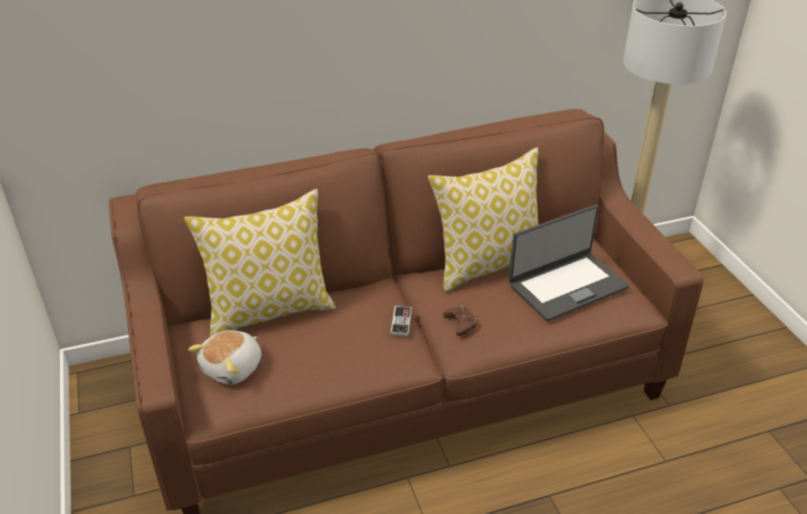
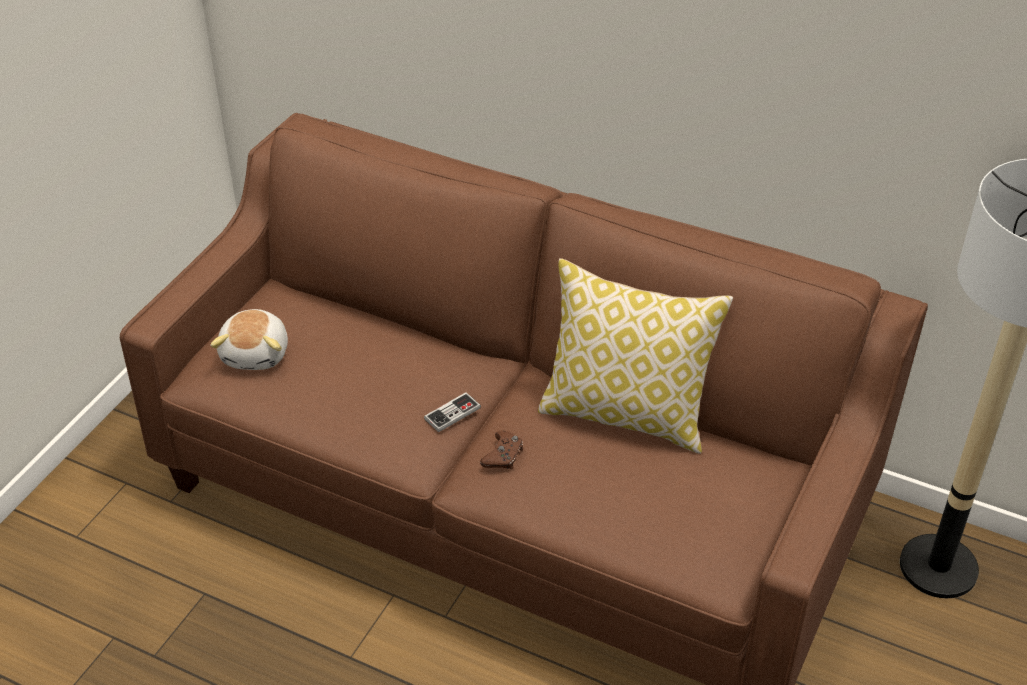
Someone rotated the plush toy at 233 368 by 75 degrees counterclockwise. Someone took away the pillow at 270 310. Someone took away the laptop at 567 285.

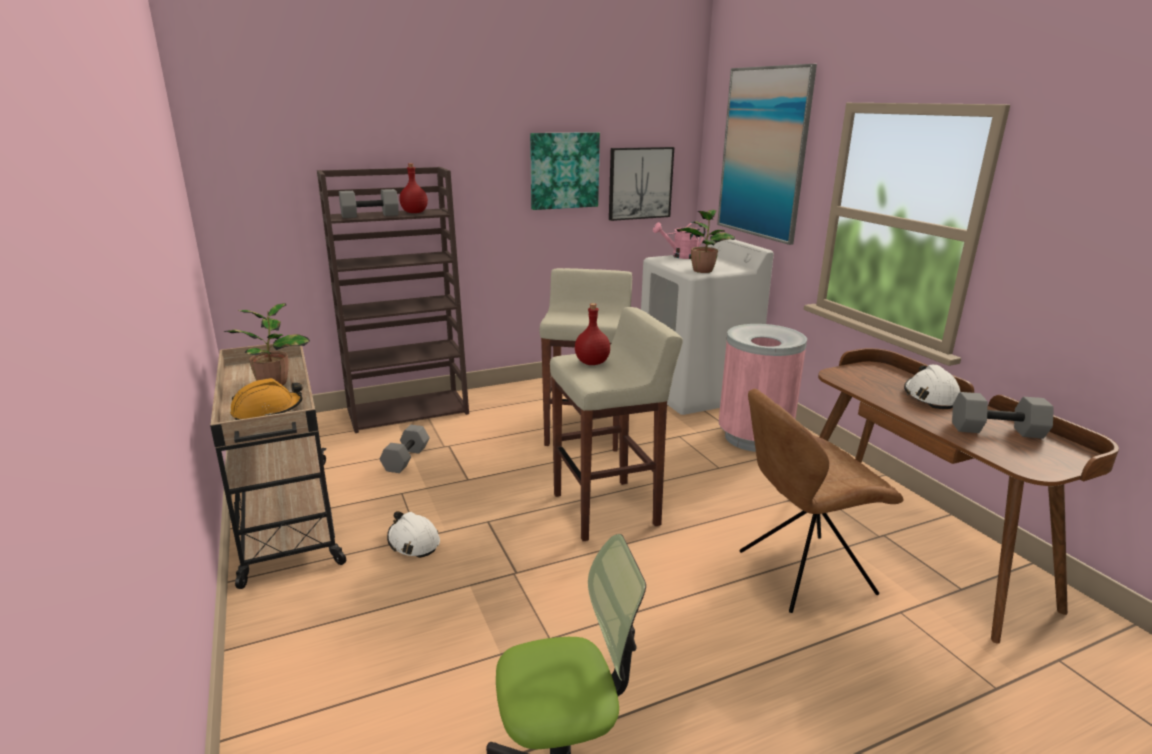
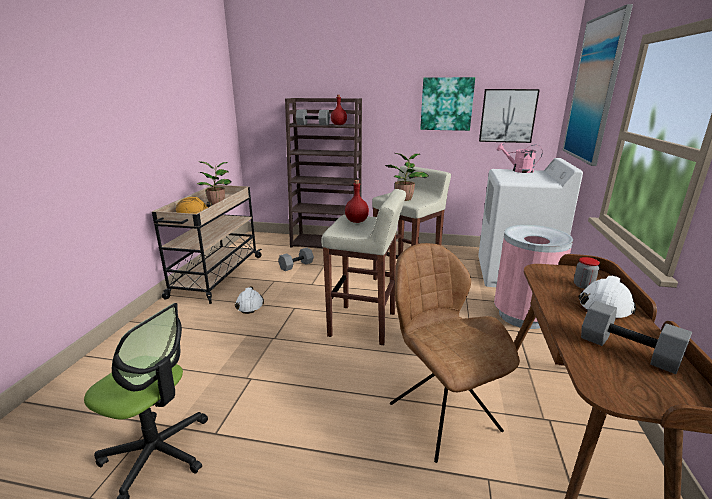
Someone carried the potted plant from 703 270 to 404 199. Someone rotated the chair (brown) at 801 573 by 45 degrees clockwise. Someone put down the jar at 583 285.

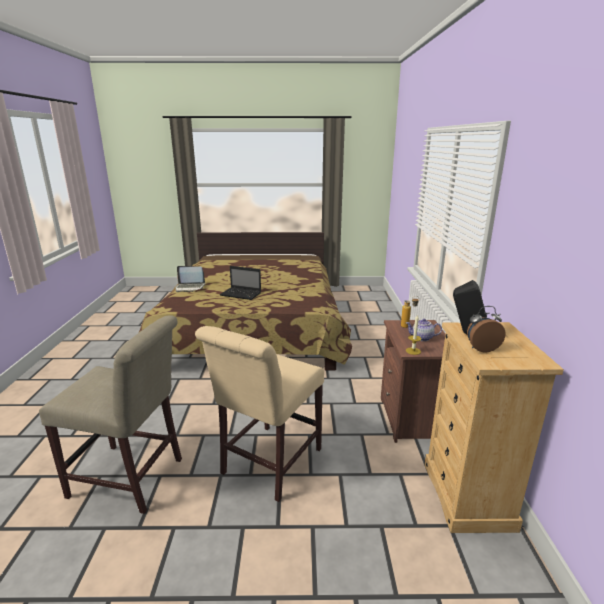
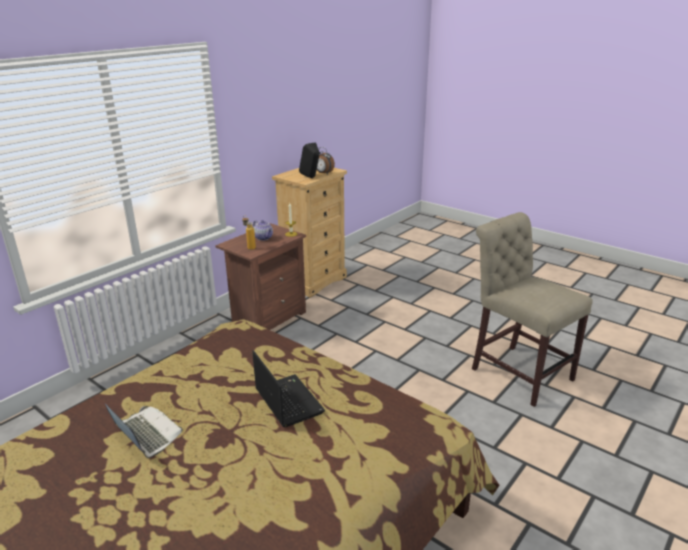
Someone carried the laptop from 190 287 to 146 434. Someone took away the chair (beige) at 268 464.

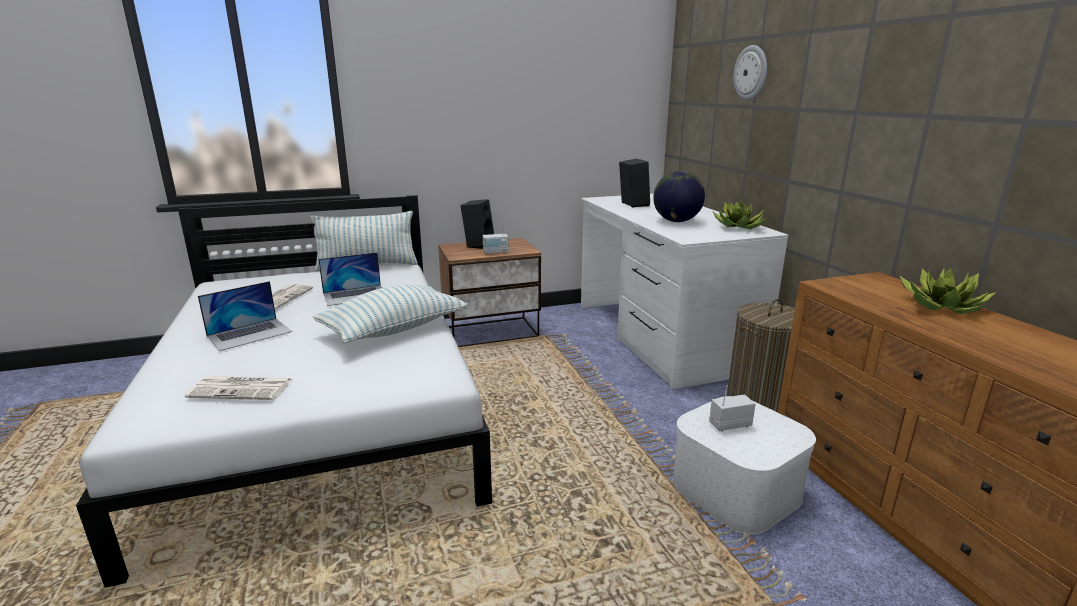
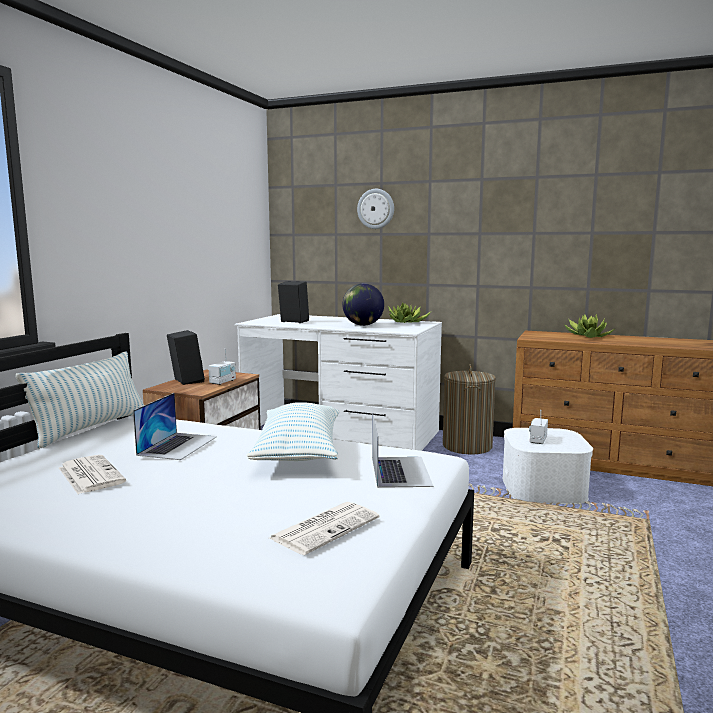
Someone carried the laptop from 250 334 to 400 471.

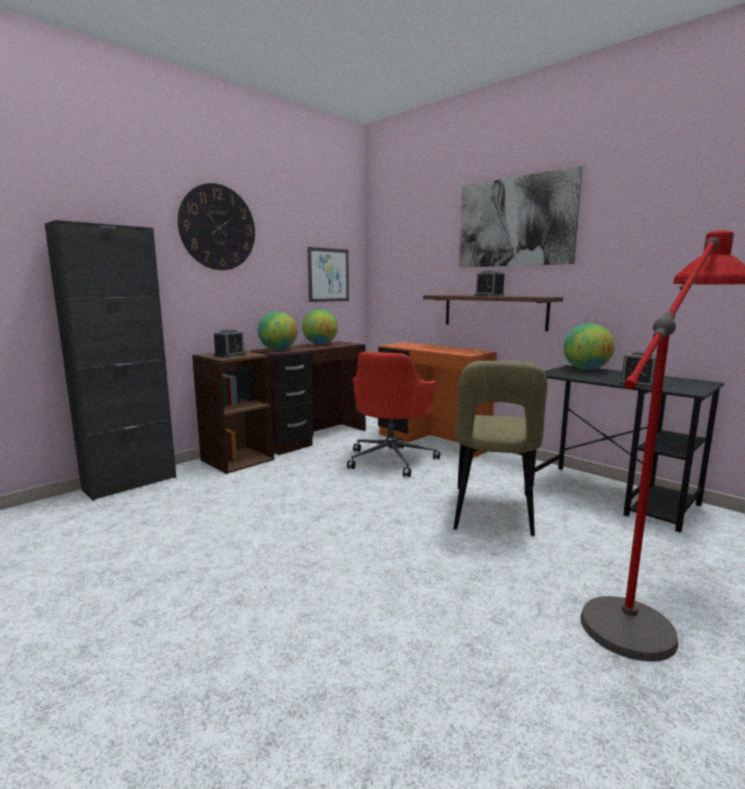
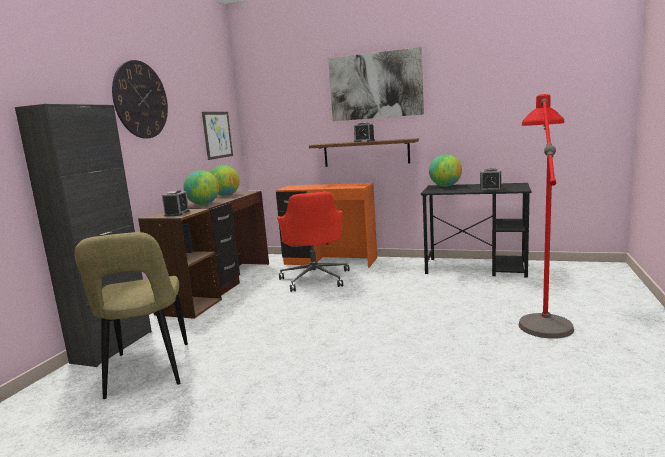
Someone carried the chair (beige) from 492 514 to 147 372.

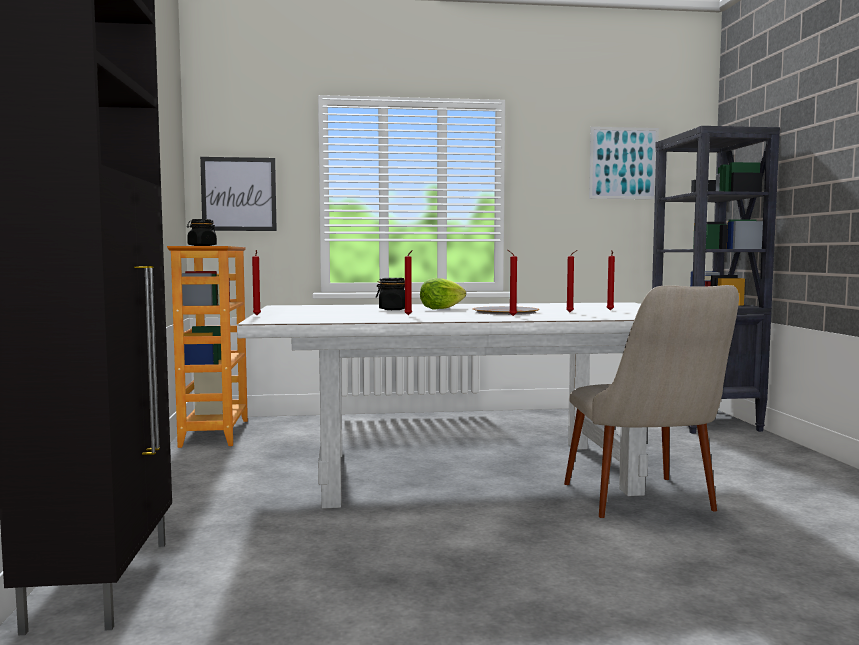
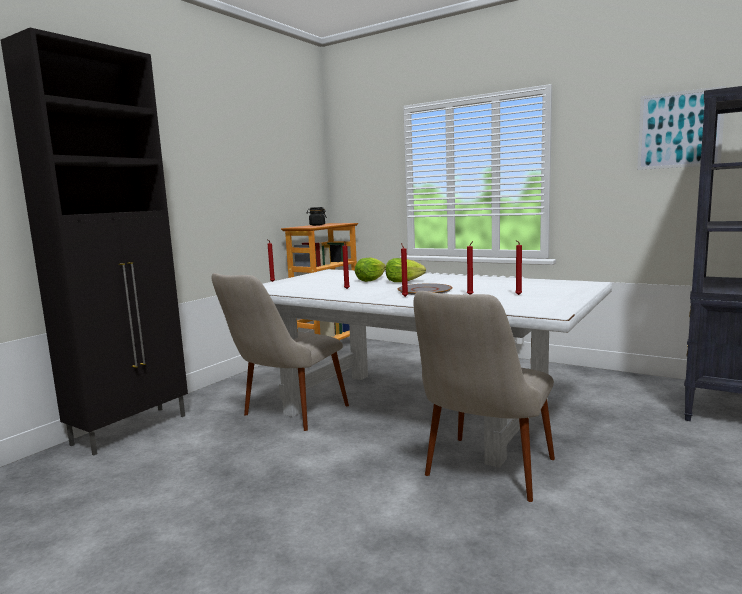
Someone put down the chair (beige) at 285 416. Someone swapped the jar (black) at 393 309 for the lettuce at 370 280. Someone took away the picture at 239 194.

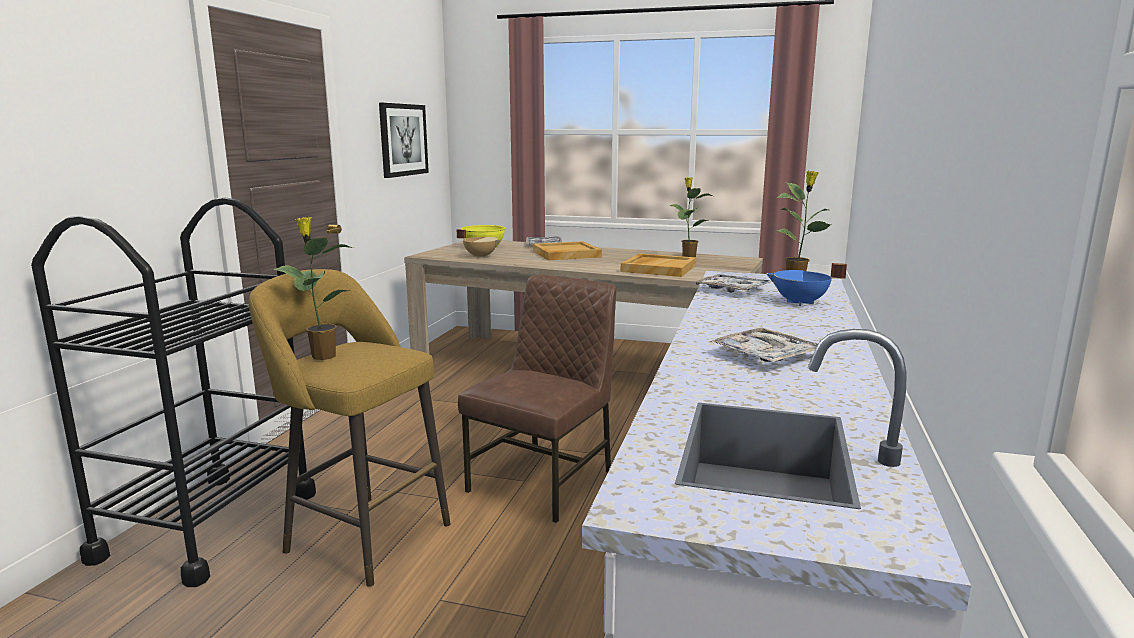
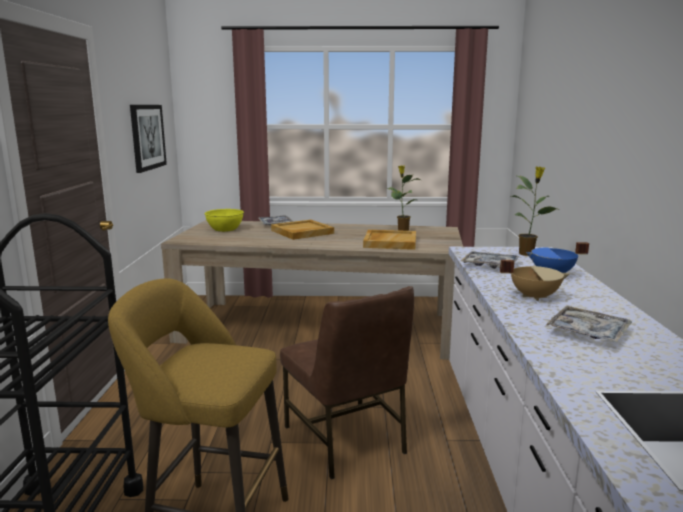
Someone rotated the chair (brown) at 544 480 by 135 degrees clockwise. Someone carried the cooking pot (beige) from 480 256 to 534 296. Someone took away the potted plant at 322 356.

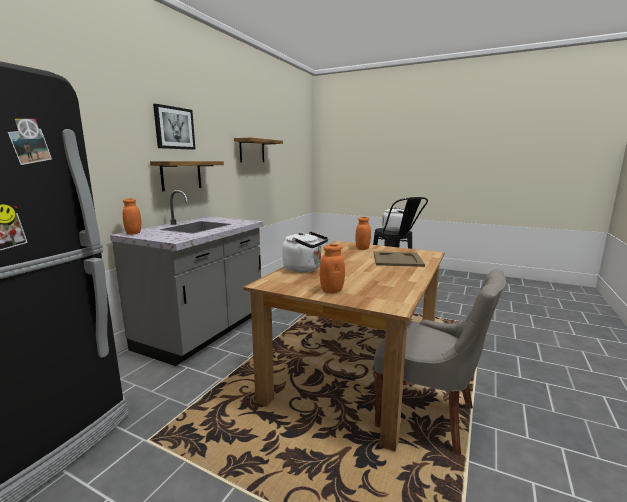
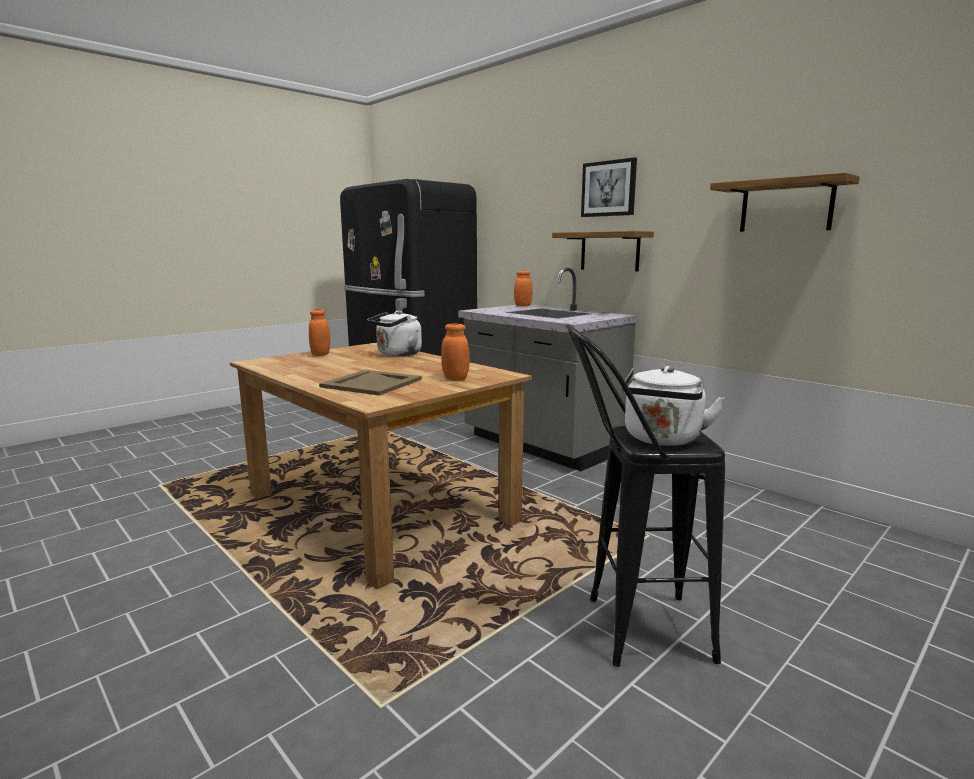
Someone took away the chair (grey) at 428 416.

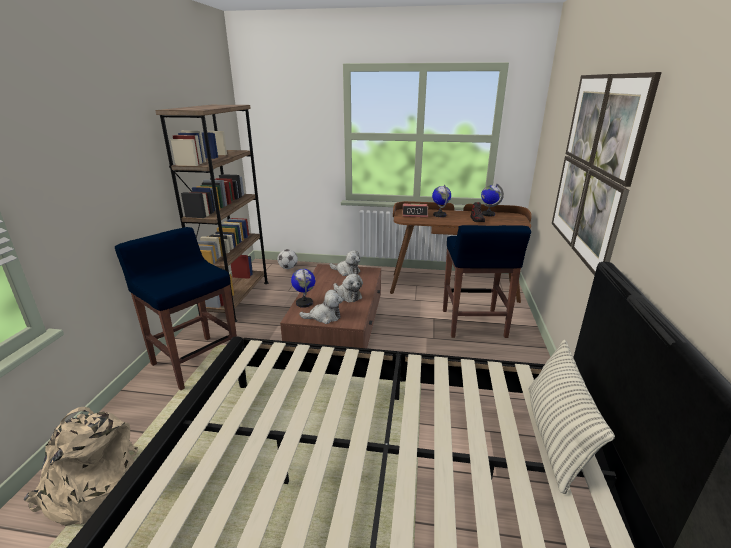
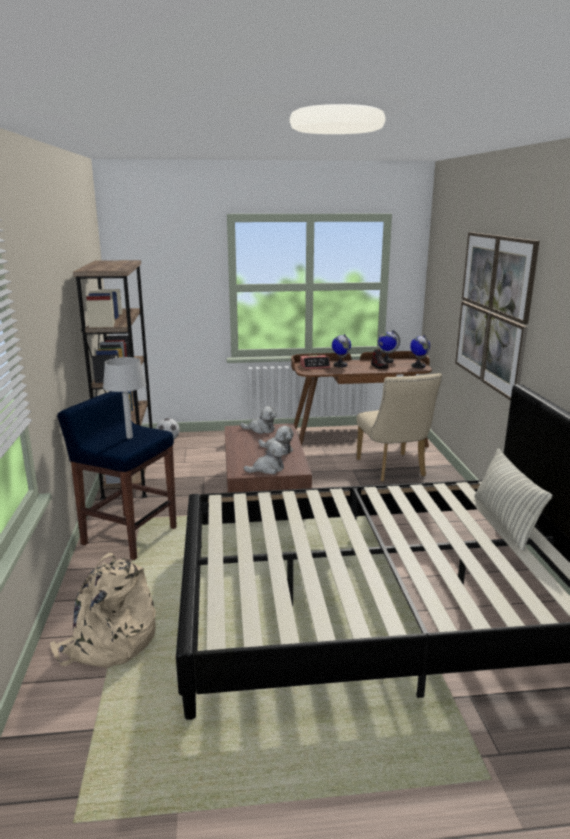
Someone put down the table lamp (grey) at 129 437. Someone swapped the stool (blue) at 473 324 for the chair (beige) at 393 470. Someone carried the globe from 304 303 to 418 366.

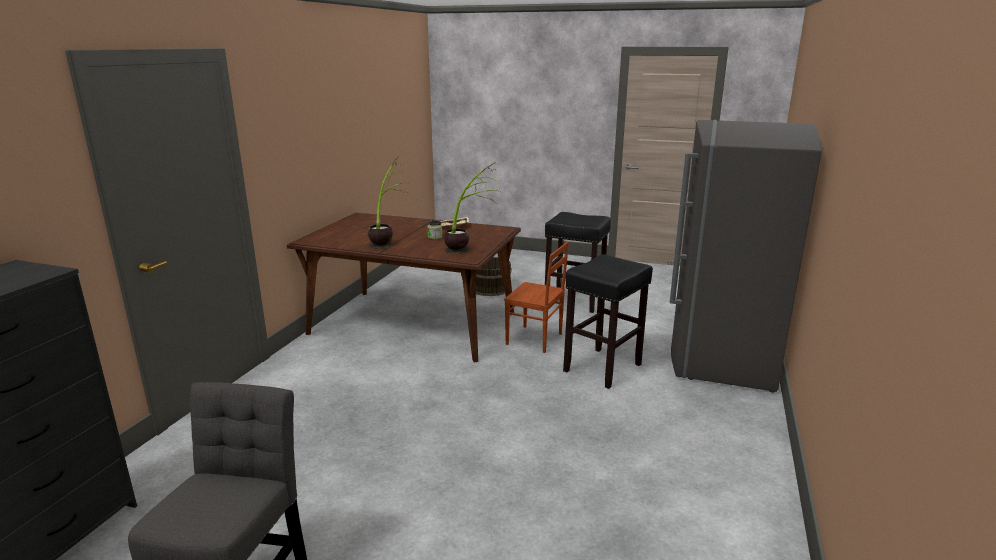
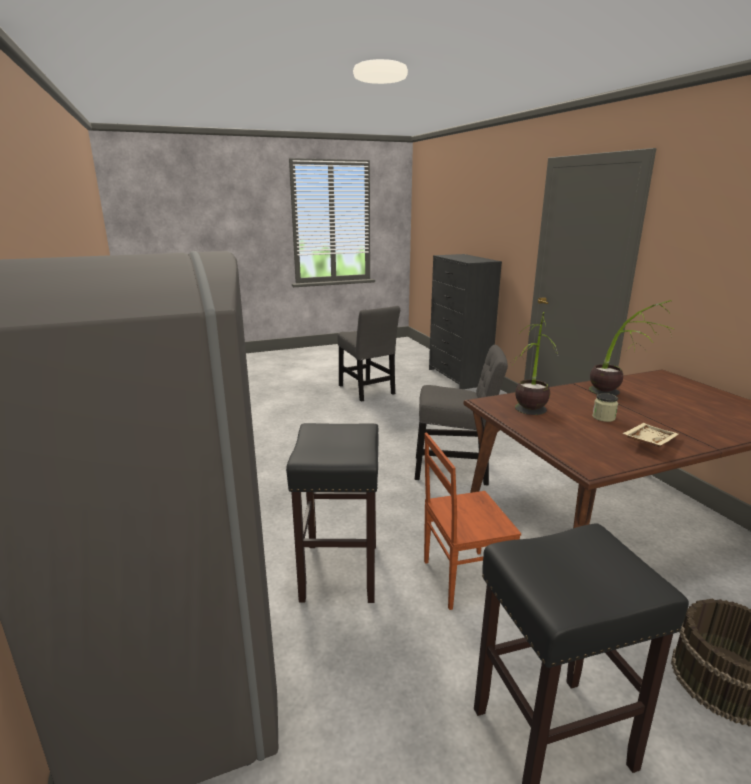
Someone put down the chair (grey) at 455 469.

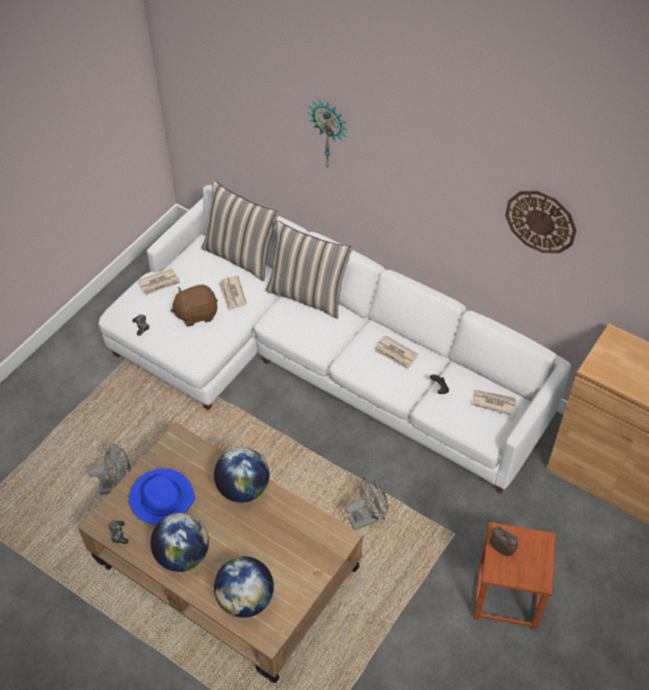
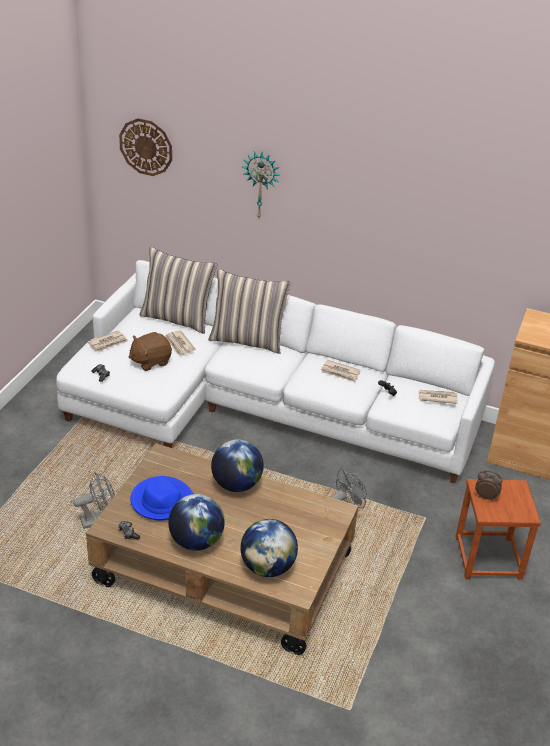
Someone carried the wall clock from 541 221 to 146 147.

